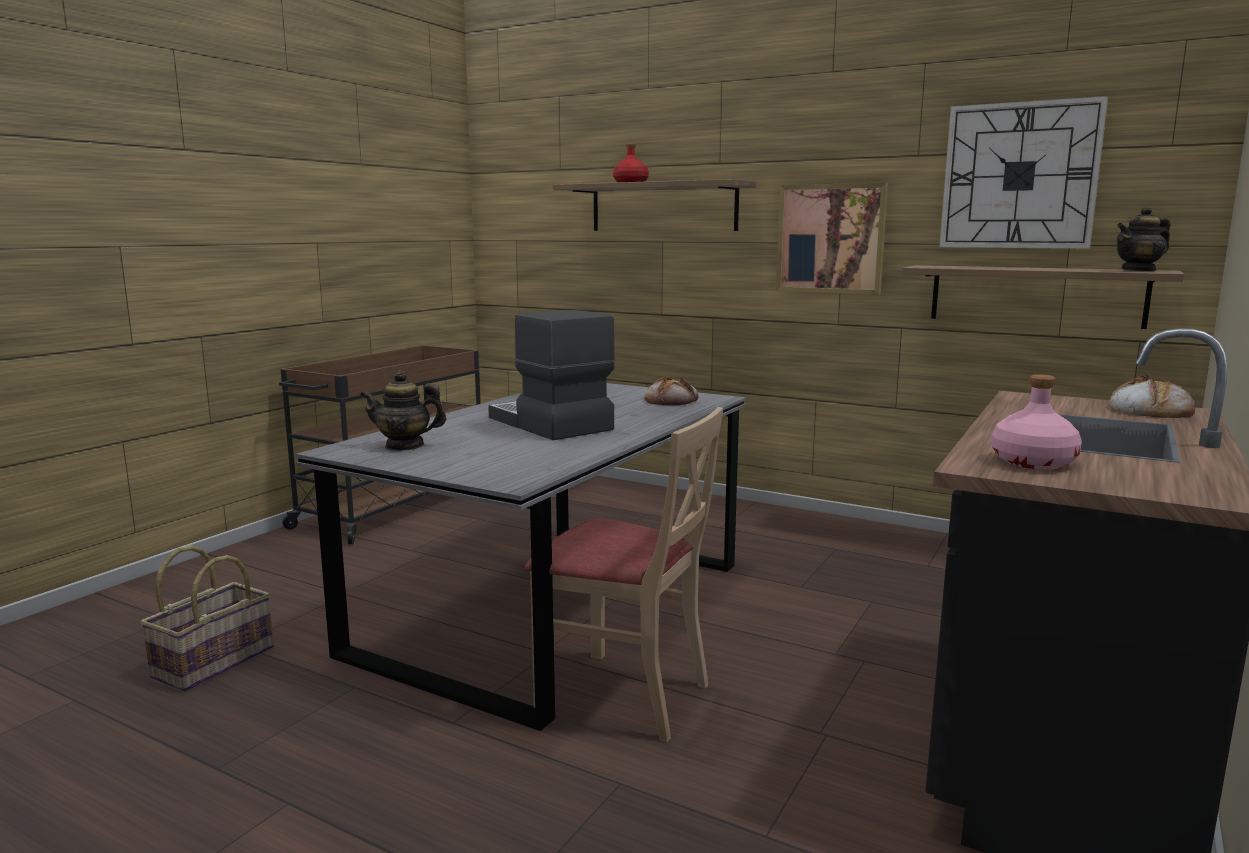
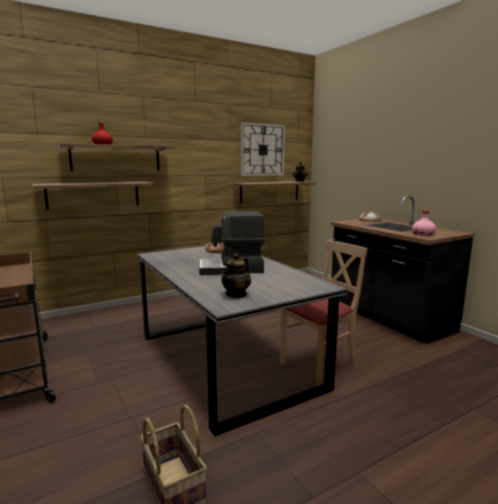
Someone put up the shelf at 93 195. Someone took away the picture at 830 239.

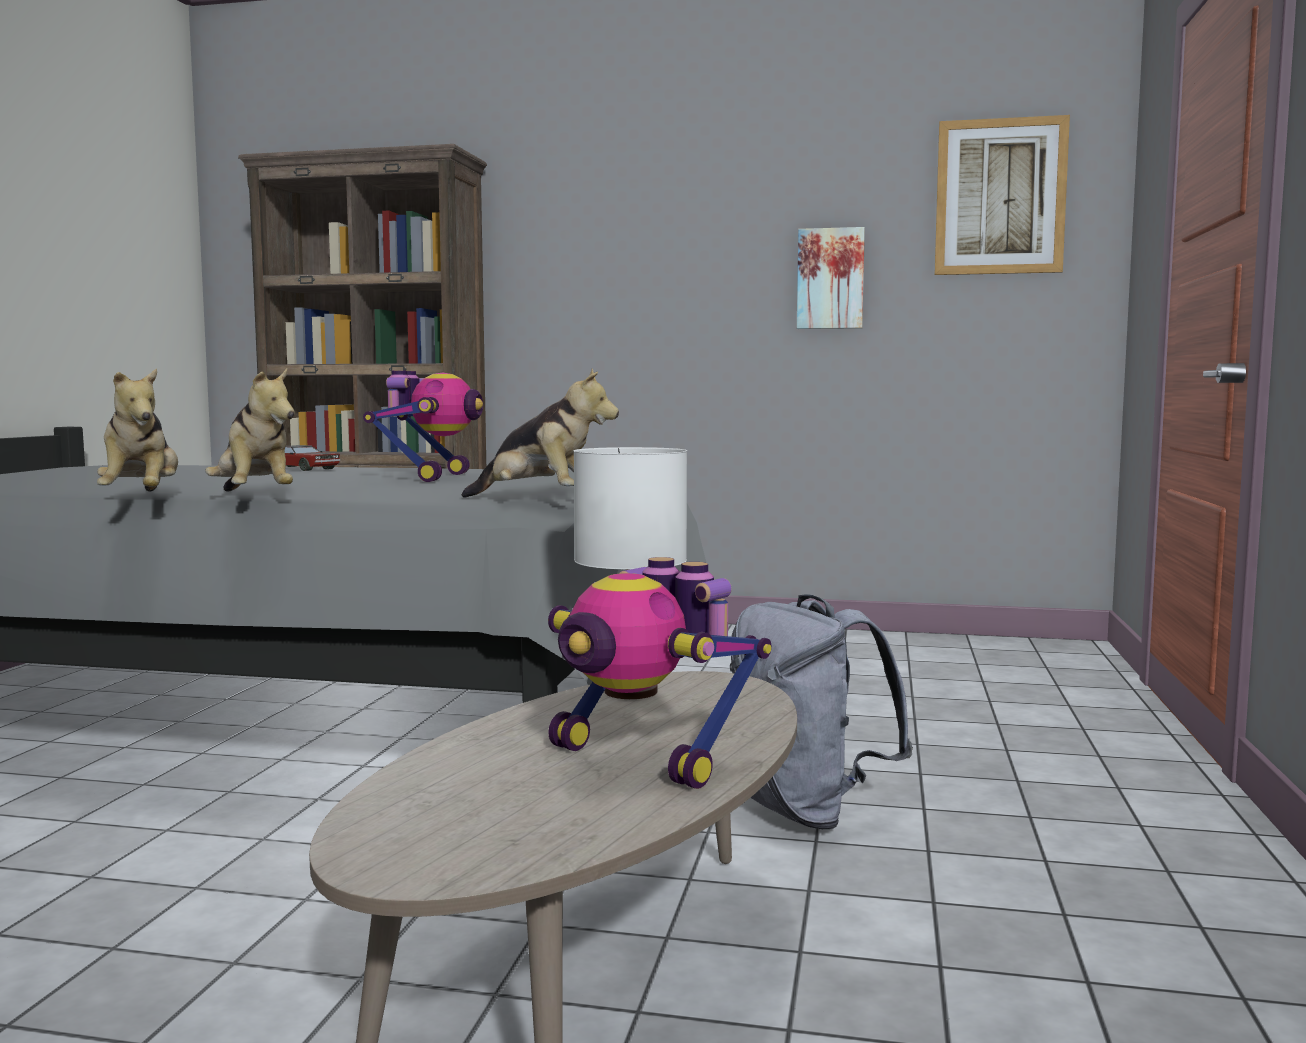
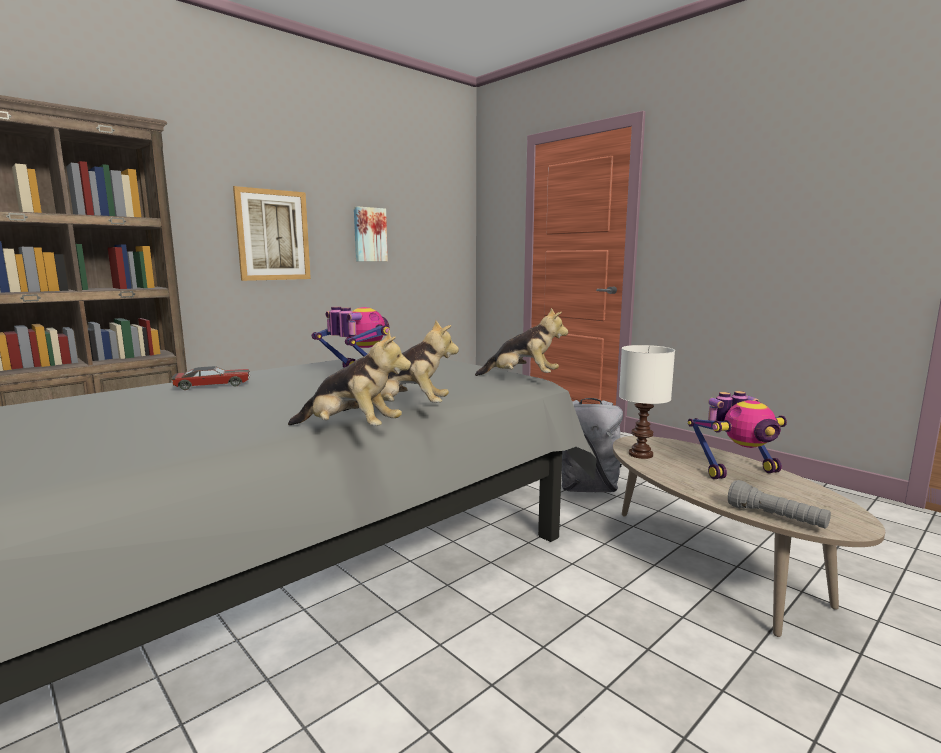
Someone carried the picture from 1000 197 to 273 235. Someone rotated the plush toy at 540 501 by 45 degrees clockwise. Someone put down the flashlight (grey) at 776 518.

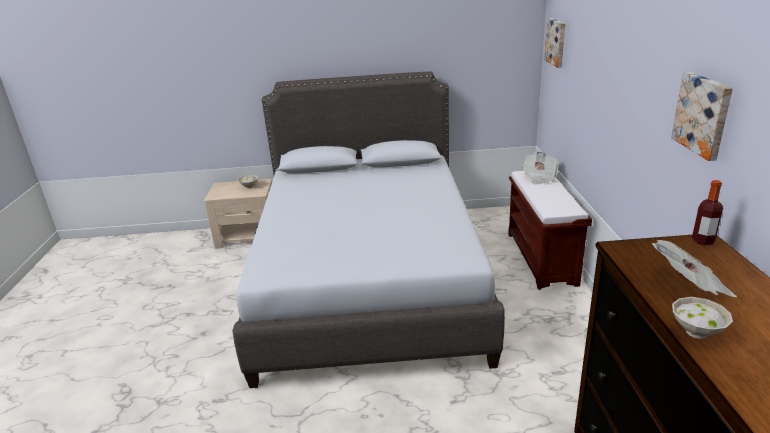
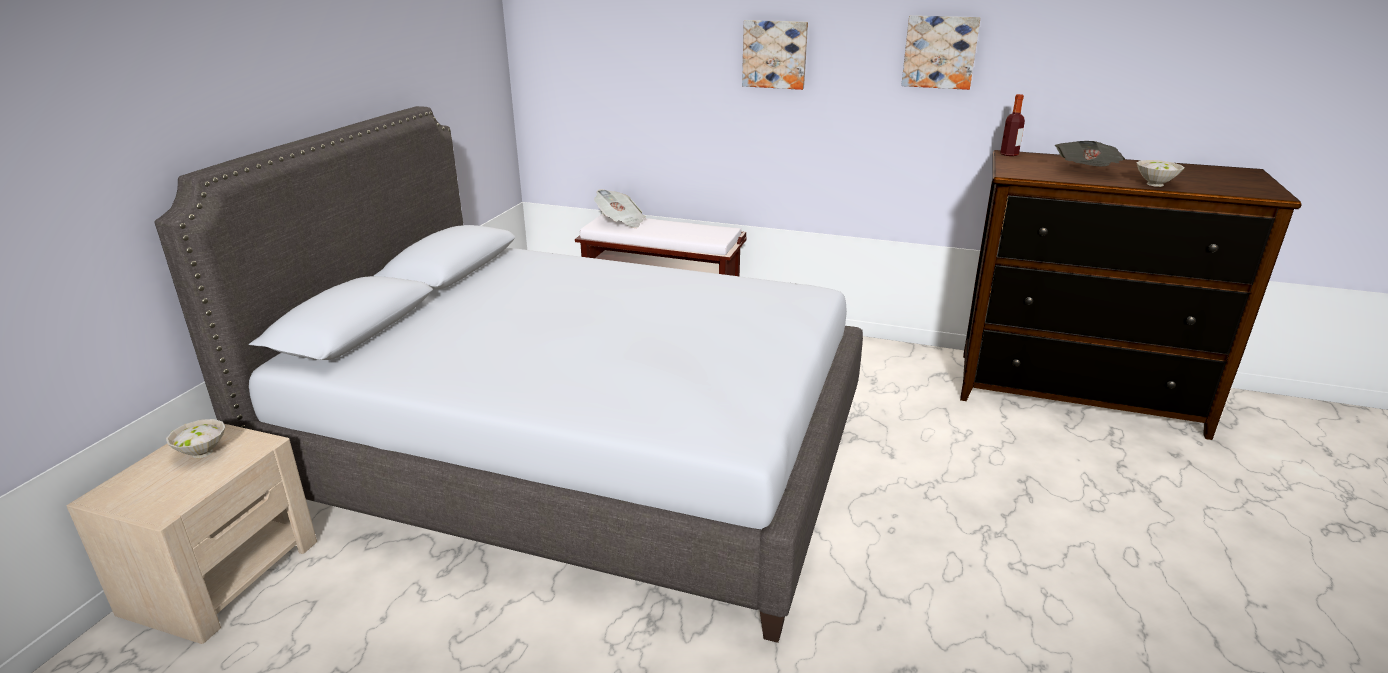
Someone carried the picture from 556 42 to 775 54.

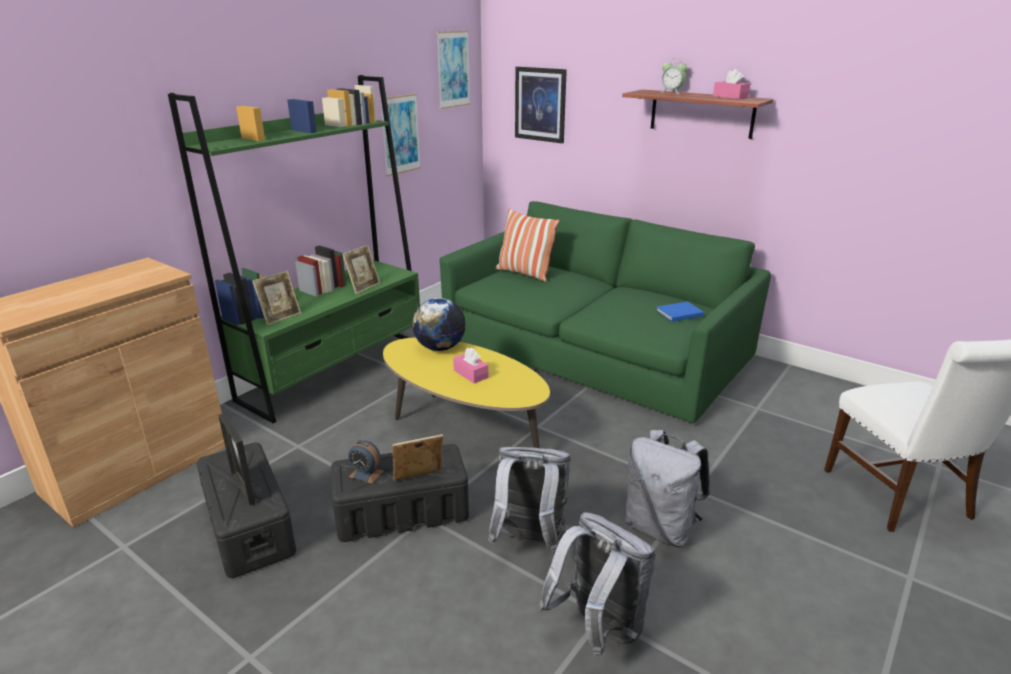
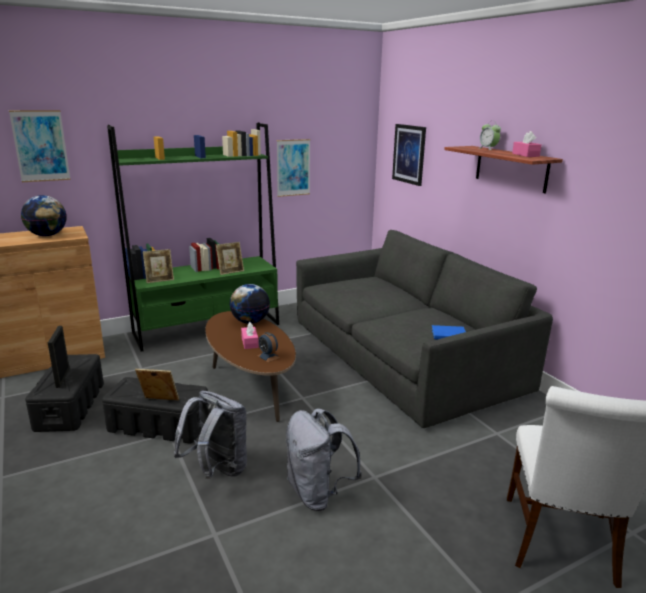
Someone carried the picture from 453 69 to 40 146. Someone put down the globe at 47 235. Someone repainted the coffee table (yellow) at 464 429, which became the coffee table (brown) at 250 385. Someone carried the alarm clock from 366 474 to 268 357. Someone repainted the sofa (green) at 596 348, which became the sofa (grey) at 404 355. Someone took away the pillow at 524 273. Someone took away the backpack (grey) at 597 629.

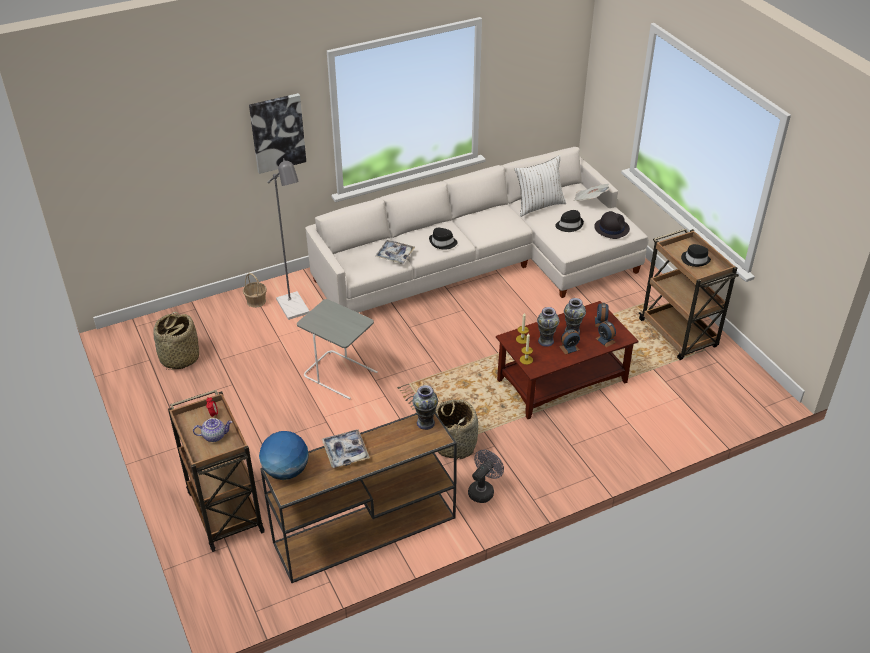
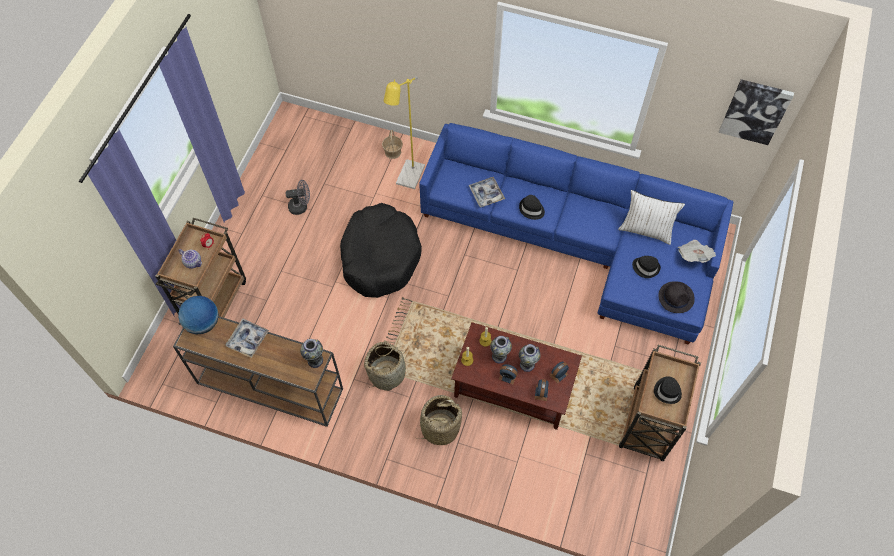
Someone carried the fan (grey) from 483 490 to 301 206. Someone swapped the side table (grey) at 340 374 for the dog bed (black) at 380 256. Someone repainted the floor lamp (grey) at 295 310, which became the floor lamp (yellow) at 408 180. Someone carried the basket from 179 358 to 440 427. Someone repainted the sofa (white) at 485 263, which became the sofa (blue) at 581 241. Someone carried the picture from 277 133 to 755 111.

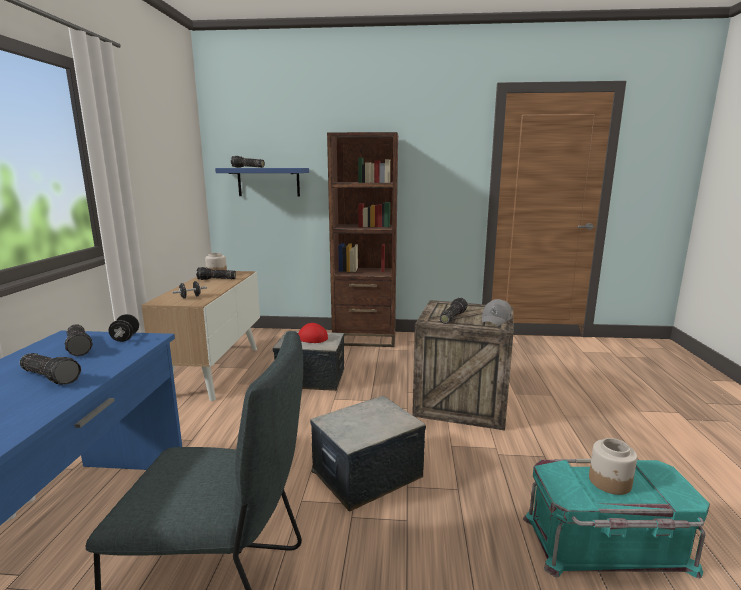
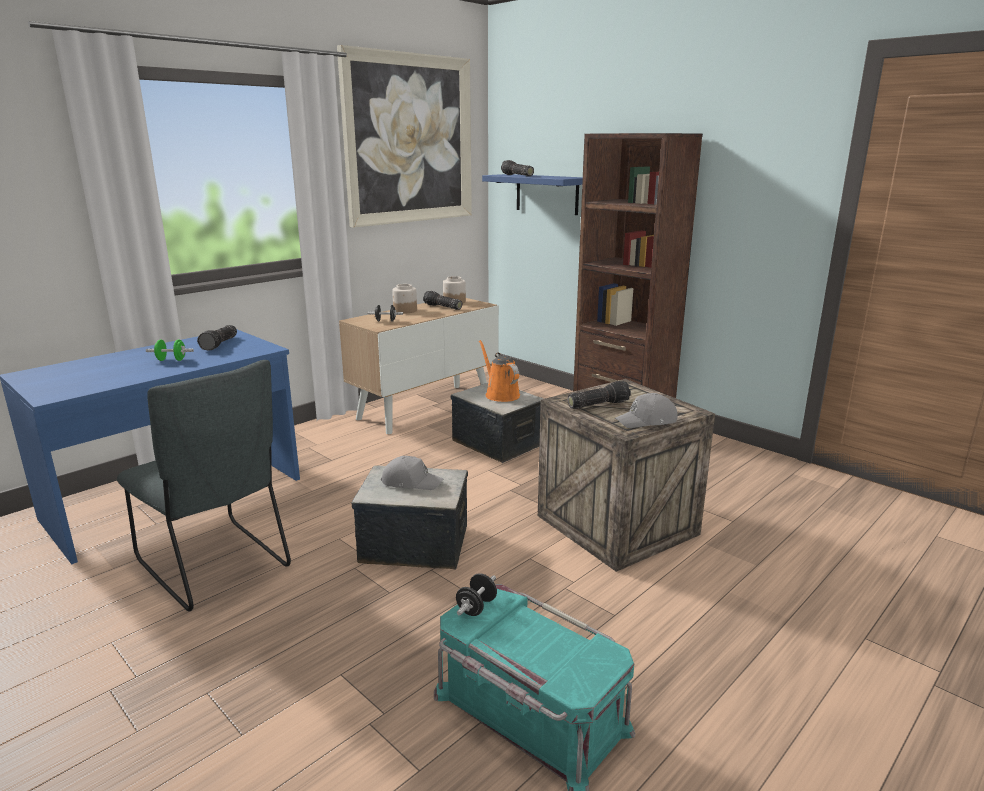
Someone swapped the flashlight at 52 376 for the dumbbell (green) at 171 360. Someone put up the picture at 409 140. Someone put down the cap (grey) at 411 482. Someone carried the jar from 610 482 to 405 310. Someone carried the dumbbell (black) from 125 338 to 476 607. Someone swapped the cap (red) at 309 338 for the watering can (orange) at 500 394.

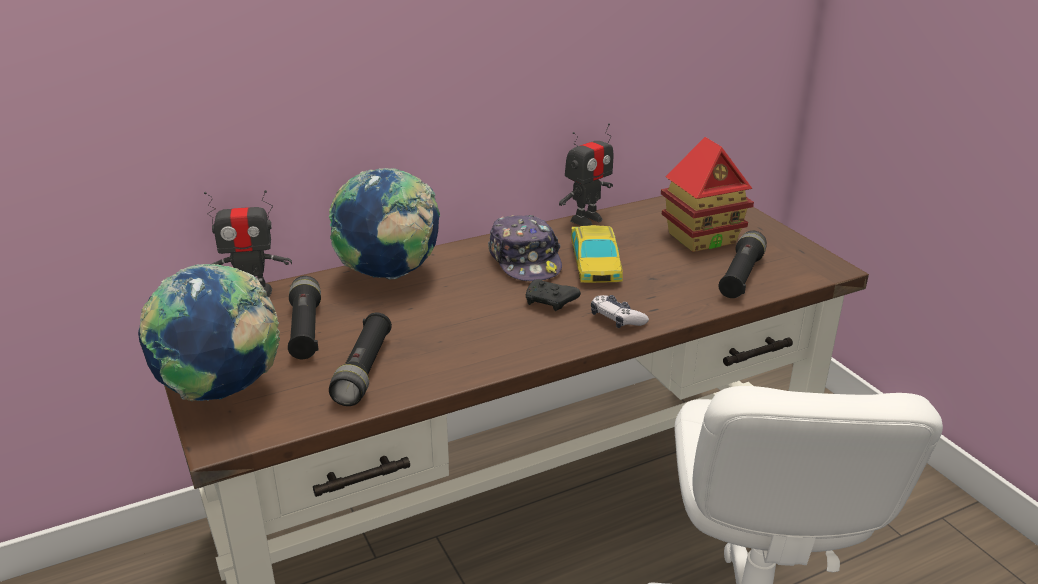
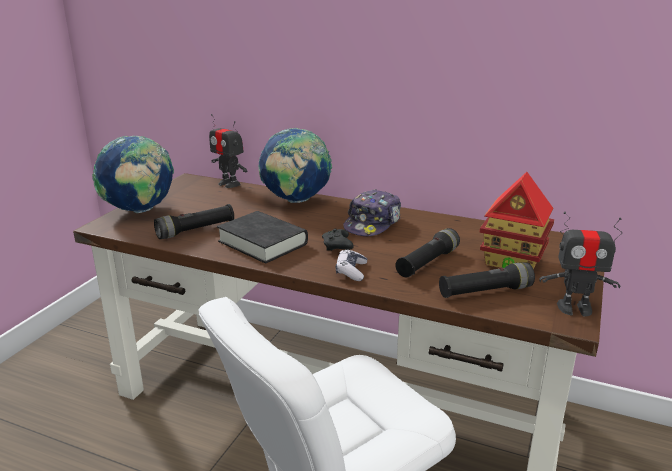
Someone put down the book (black) at 262 243. Someone carried the flashlight (black) from 305 330 to 427 263. Someone carried the toy robot from 586 219 to 575 308. Someone took away the toy car at 595 263.

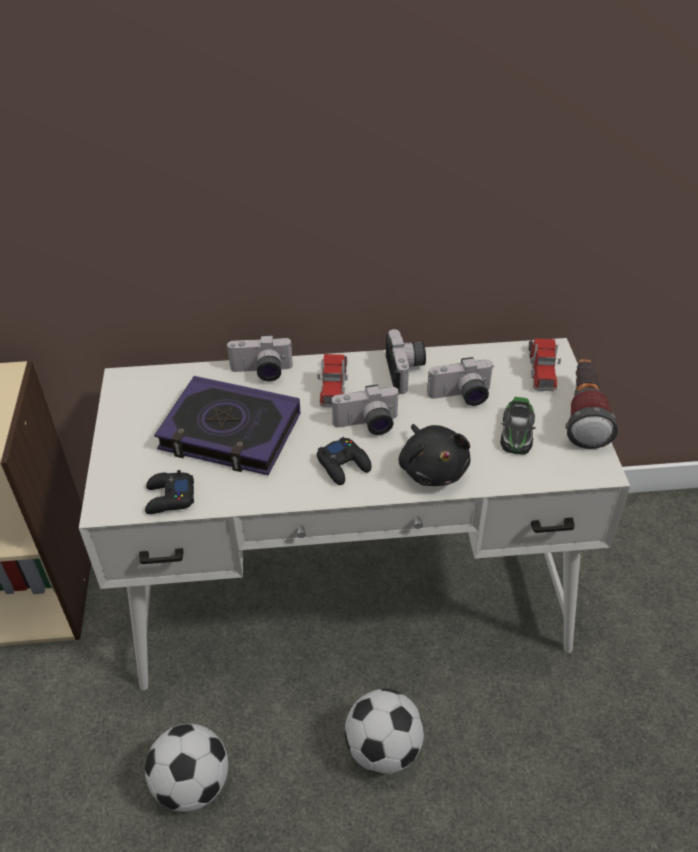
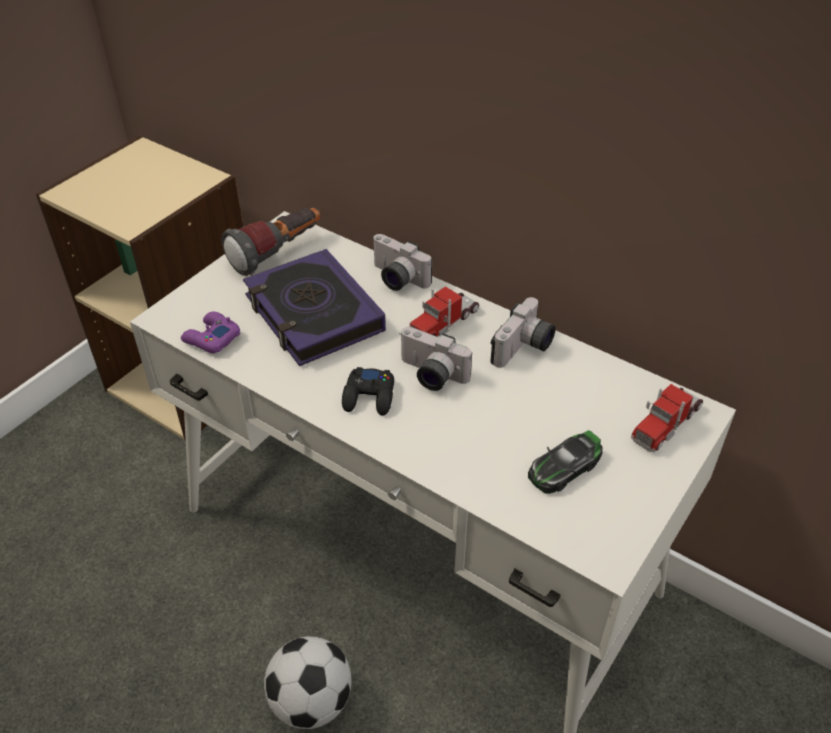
Someone repainted the game controller (black) at 169 498, which became the game controller (purple) at 211 338. Someone carried the flashlight from 583 415 to 278 253. Someone took away the football at 193 783. Someone took away the plush toy (black) at 432 468. Someone took away the photo camera at 461 397.

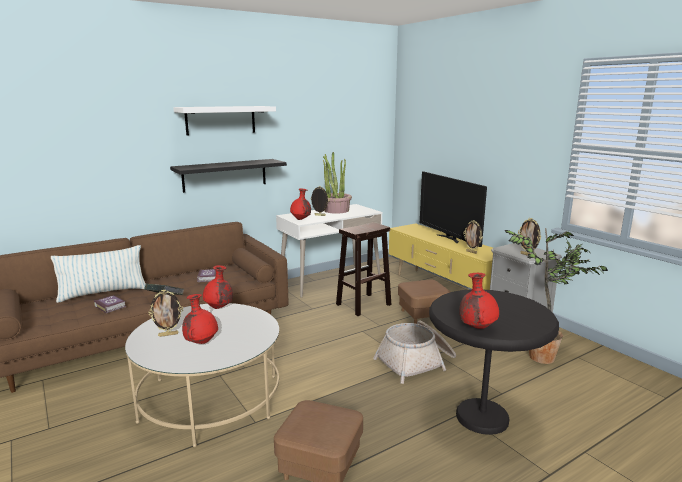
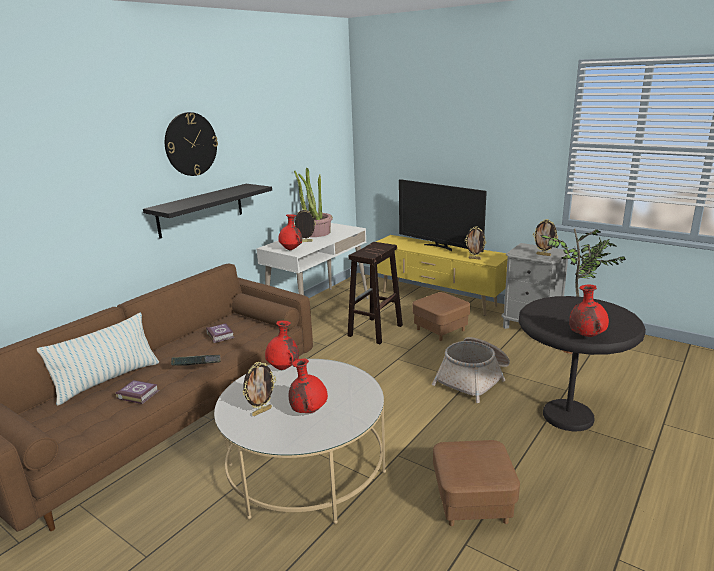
Someone swapped the shelf (white) at 220 120 for the wall clock at 191 144.

